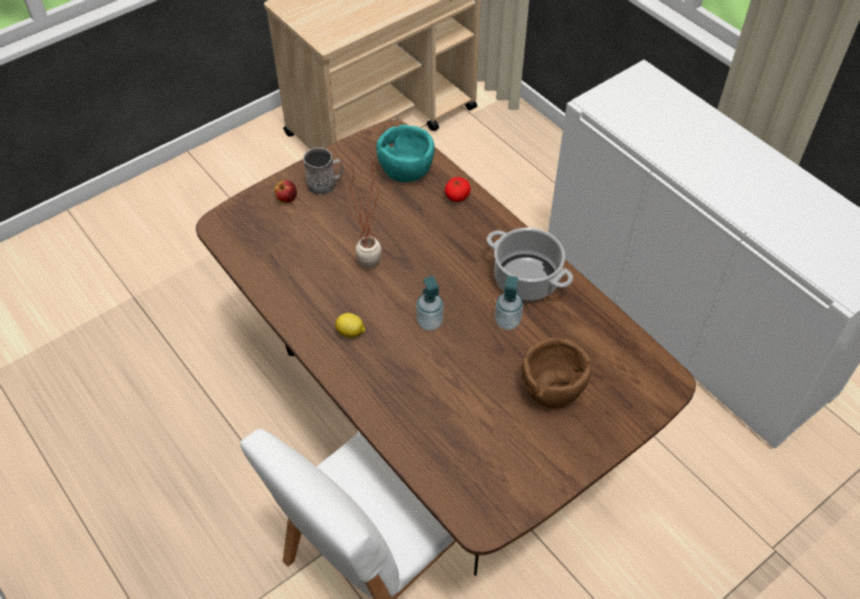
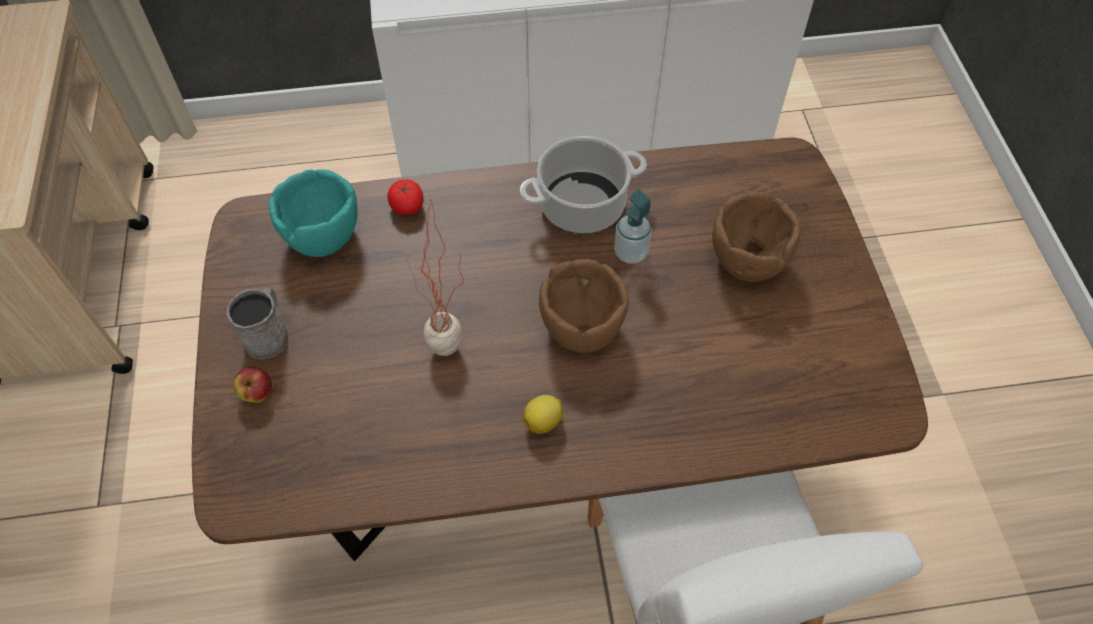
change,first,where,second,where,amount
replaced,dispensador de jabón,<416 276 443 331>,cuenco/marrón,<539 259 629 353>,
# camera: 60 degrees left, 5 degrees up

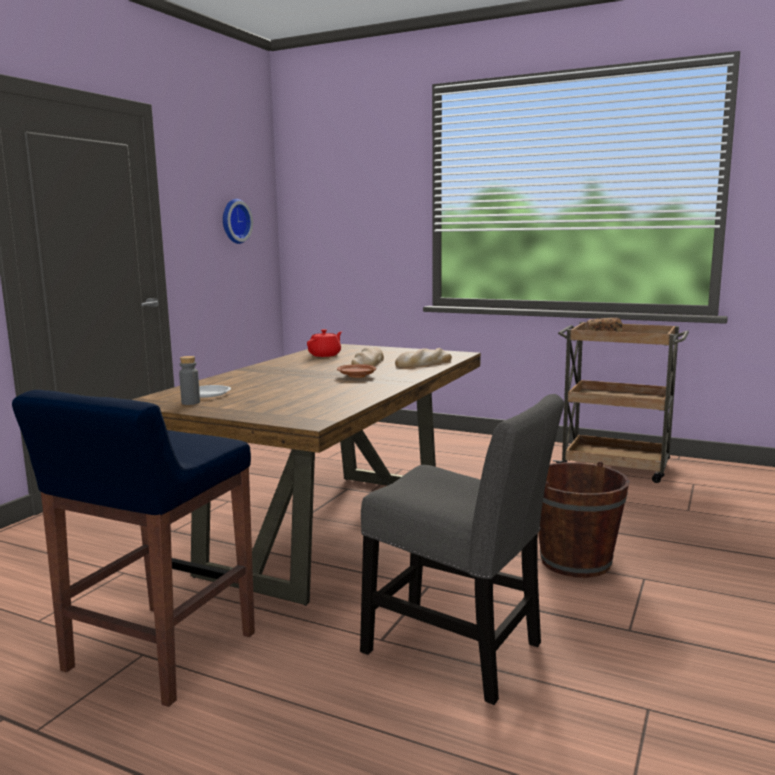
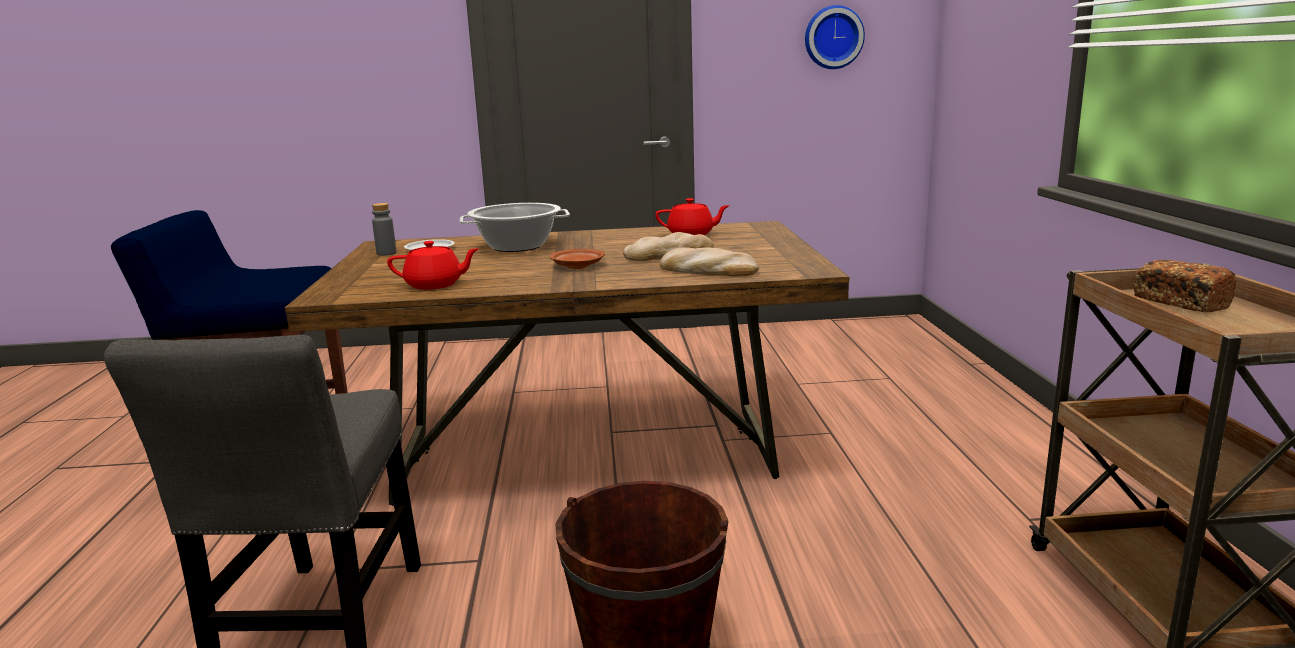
change,first,where,second,where,amount
added,,,tetera/rojo,<387 241 479 290>,
added,,,olla,<460 203 570 252>,
# camera: 60 degrees right, 5 degrees up

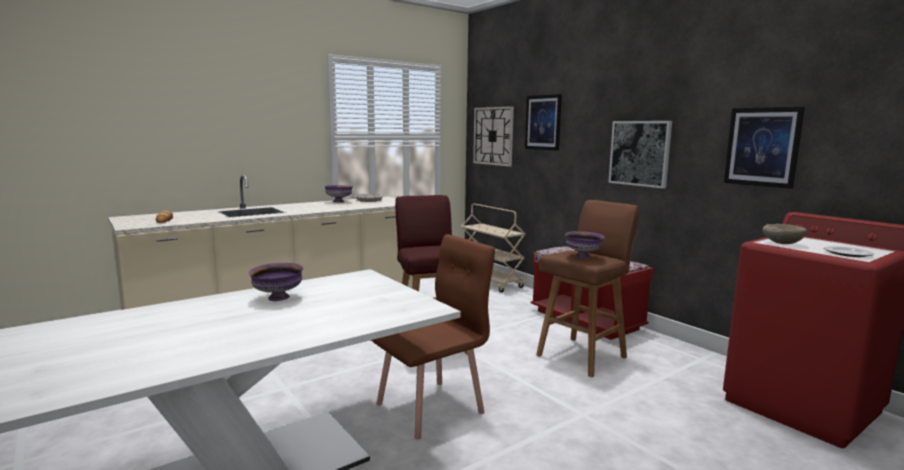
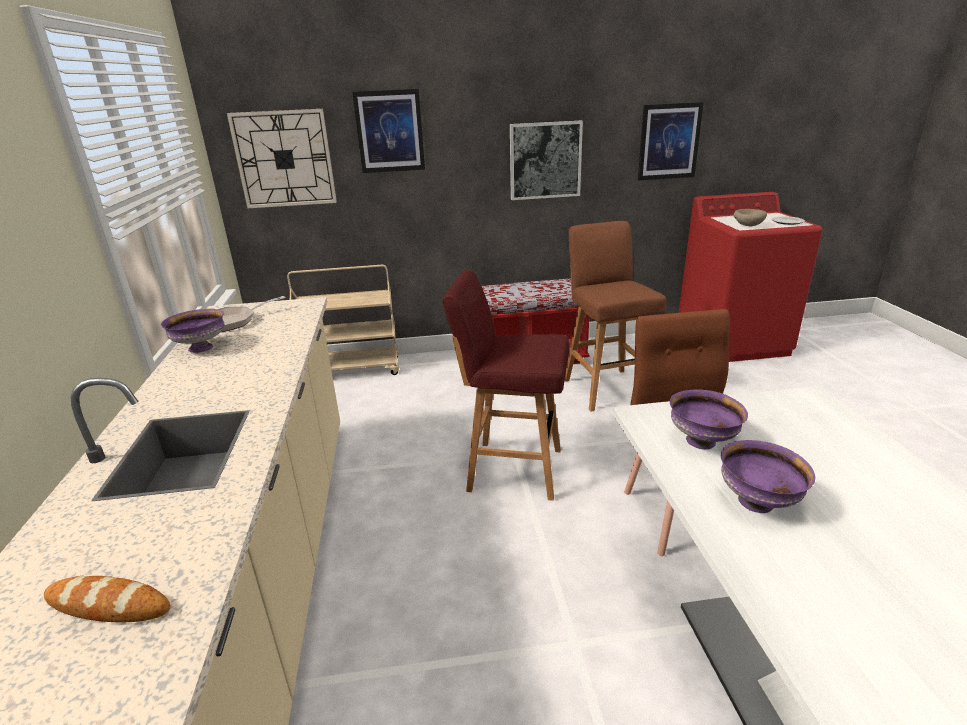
change,first,where,second,where,amount
moved,cuenco/morado,<565 231 604 258>,,<670 389 748 449>,
# camera: 60 degrees left, 15 degrees up

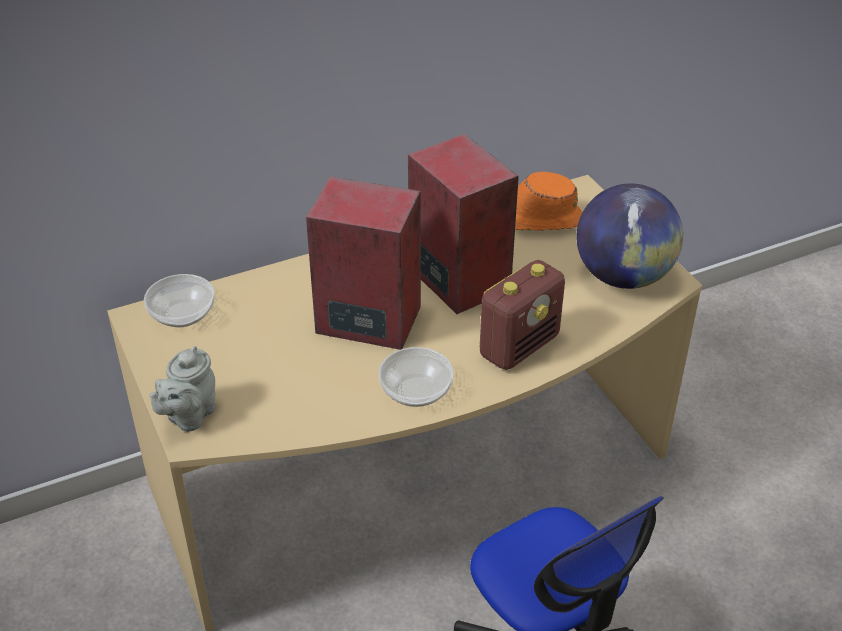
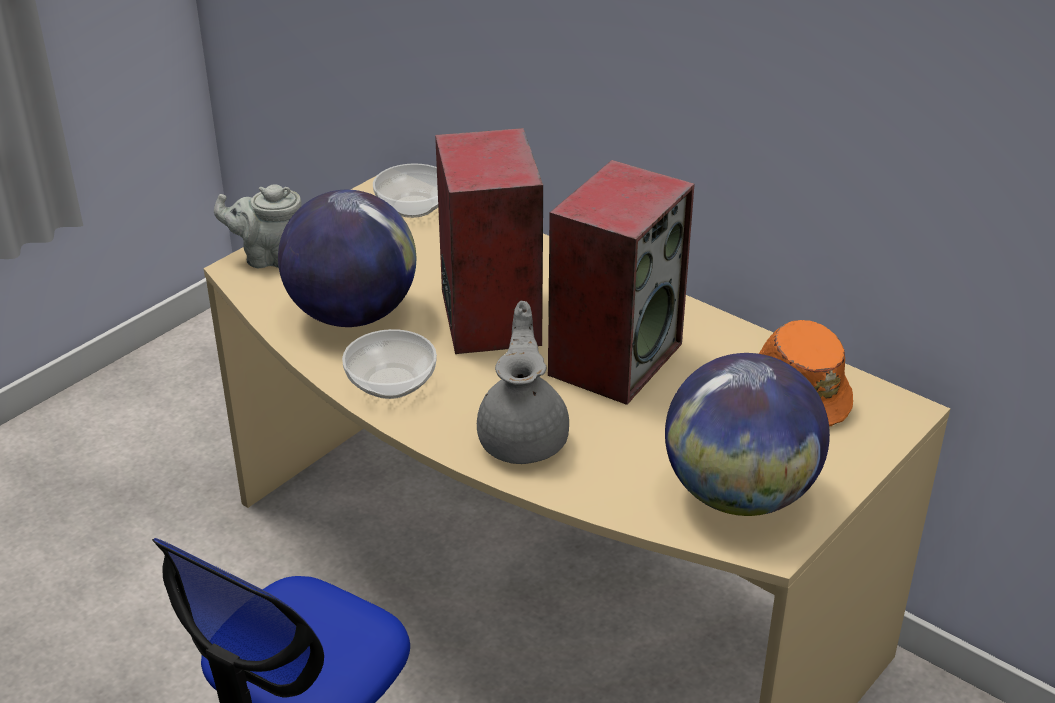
change,first,where,second,where,amount
added,,,globo terráqueo,<278 190 416 327>,
replaced,radio,<480 260 565 370>,tetera/gris,<477 301 569 464>,
# camera: 65 degrees right, 5 degrees down

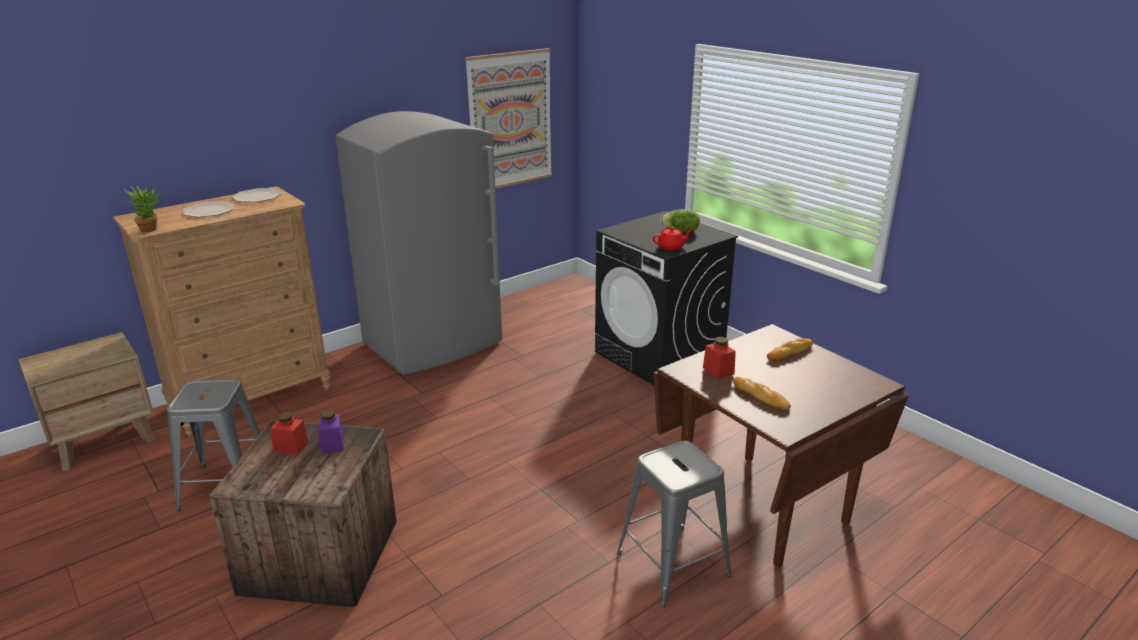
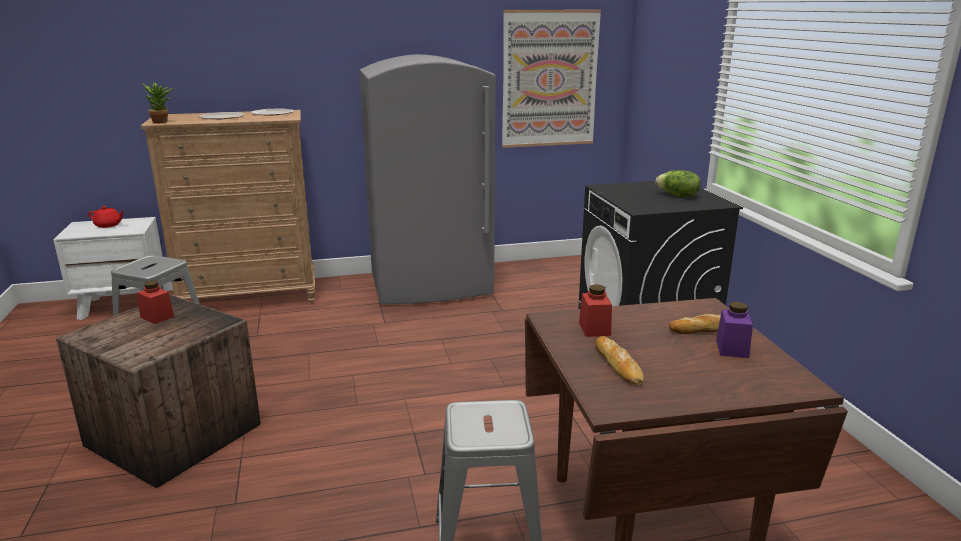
change,first,where,second,where,amount
recoloured,mesita de noche/marrón,<18 332 157 471>,mesita de noche/blanco,<53 217 164 320>,
moved,tetera/rojo,<652 227 693 250>,,<88 206 125 228>,
moved,tarro/morado,<318 410 344 454>,,<716 302 753 358>,
# camera: 25 degrees right, 5 degrees down

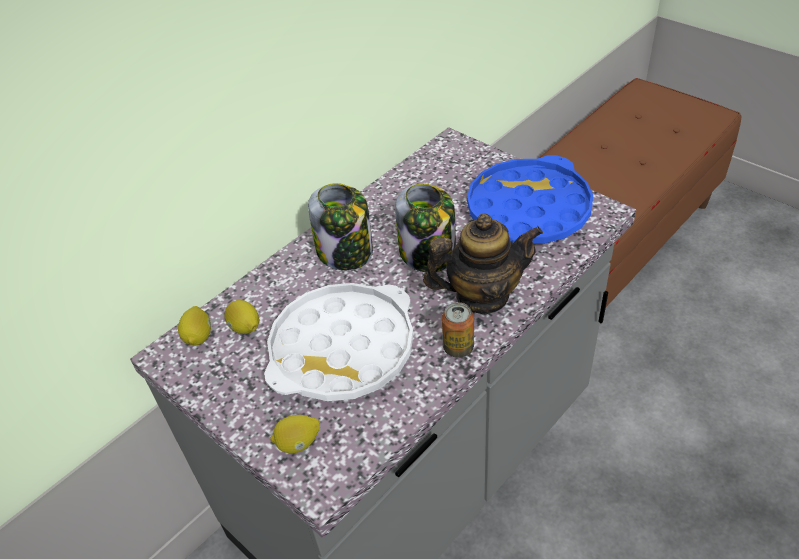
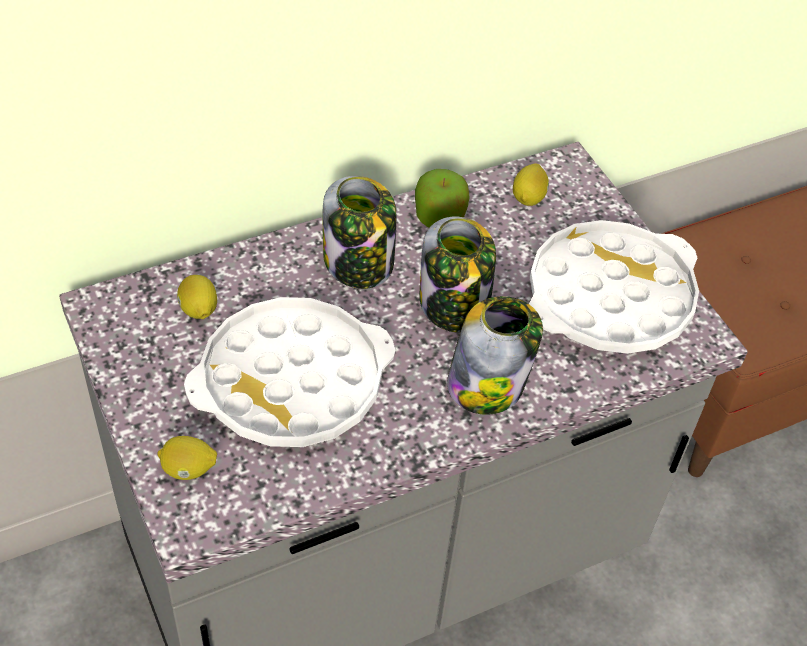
change,first,where,second,where,amount
added,,,manzana,<415 169 470 228>,
replaced,tetera,<423 213 543 314>,tarro,<447 296 543 415>,
moved,limón,<178 306 211 346>,,<513 163 549 206>,
recoloured,bandeja/azul,<467 155 593 244>,bandeja/blanco,<529 220 699 354>,
removed,lata,<442 302 474 358>,,,
# camera: 15 degrees right, 5 degrees up

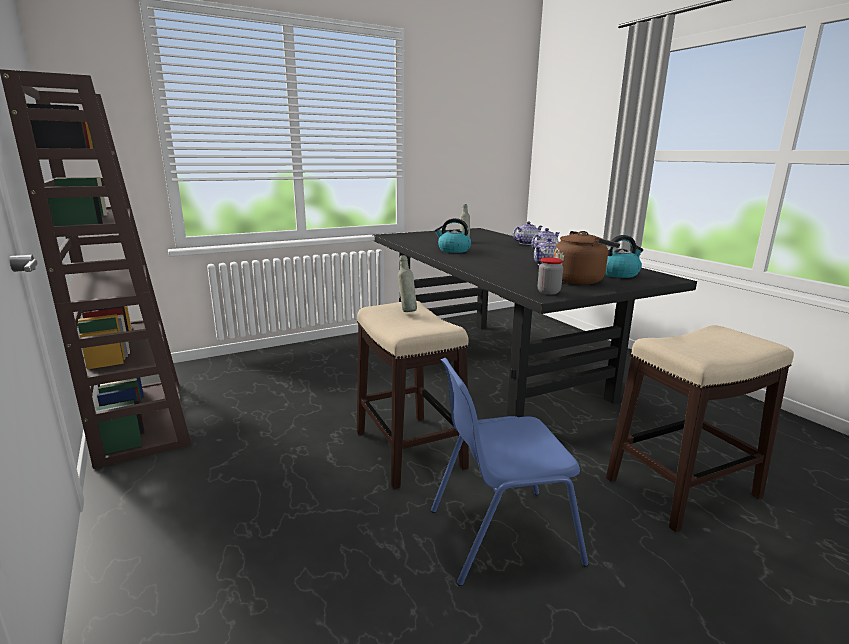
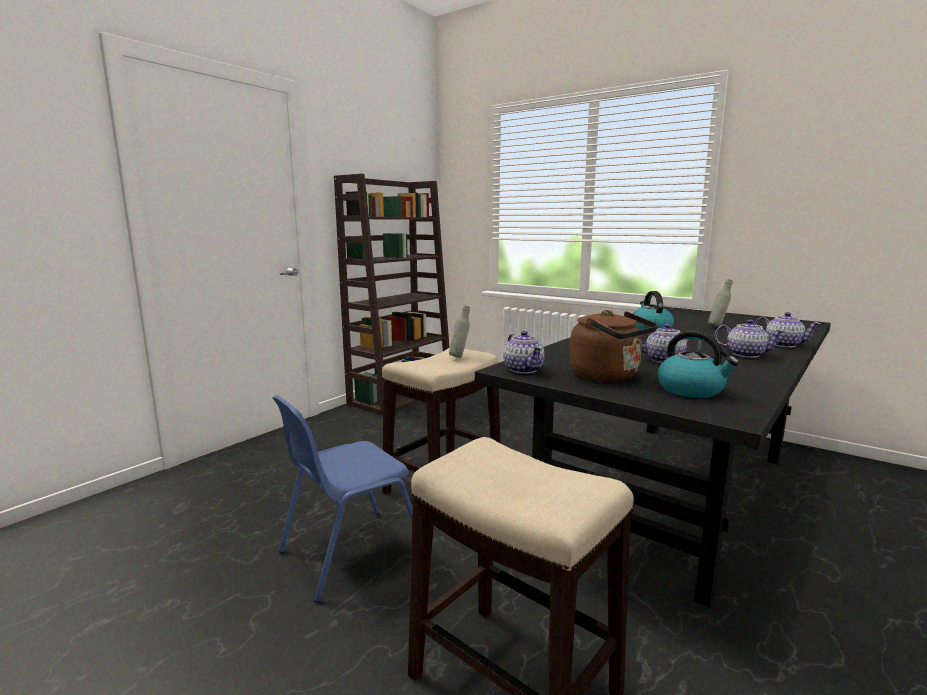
change,first,where,second,where,amount
turned,silla/azul,<431 358 588 586>,,<273 395 412 603>,90 degrees counterclockwise
replaced,tarro,<538 257 563 295>,tetera,<503 331 545 374>,
# camera: 65 degrees right, 5 degrees down

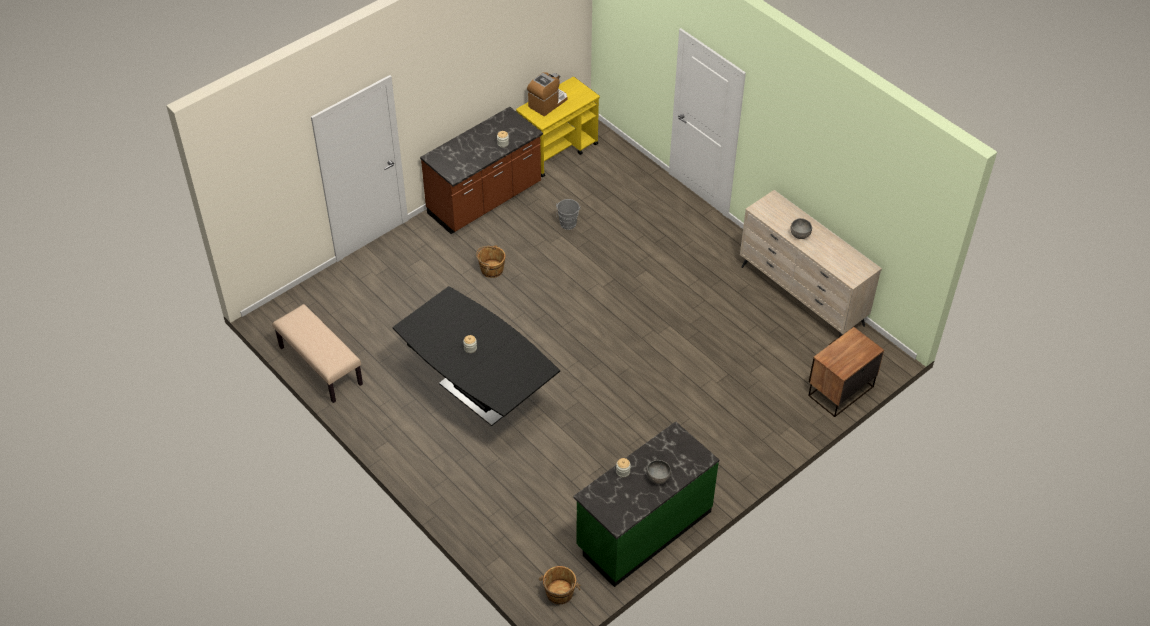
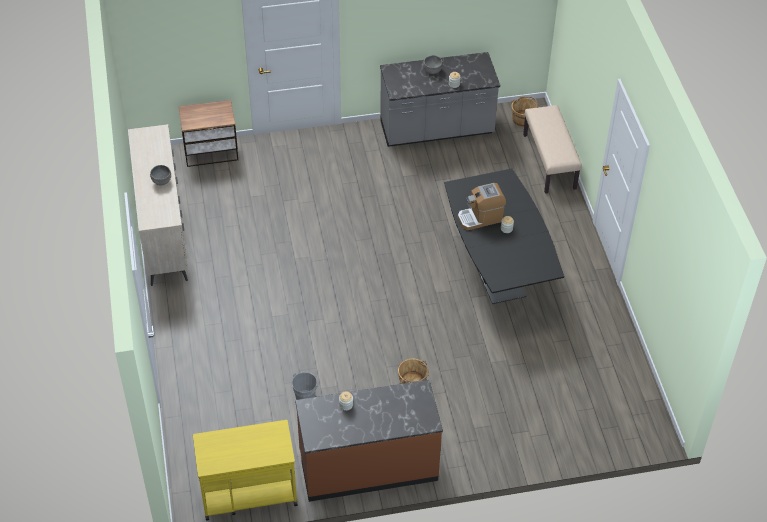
change,first,where,second,where,amount
recoloured,mueble bajo de cocina/verde,<573 421 719 587>,mueble bajo de cocina/gris,<380 52 500 147>,
moved,cafetera,<527 72 567 116>,,<458 183 506 230>,
moved,banco/beis,<272 304 363 403>,,<523 105 582 194>,
# camera: 150 degrees left, 0 degrees up

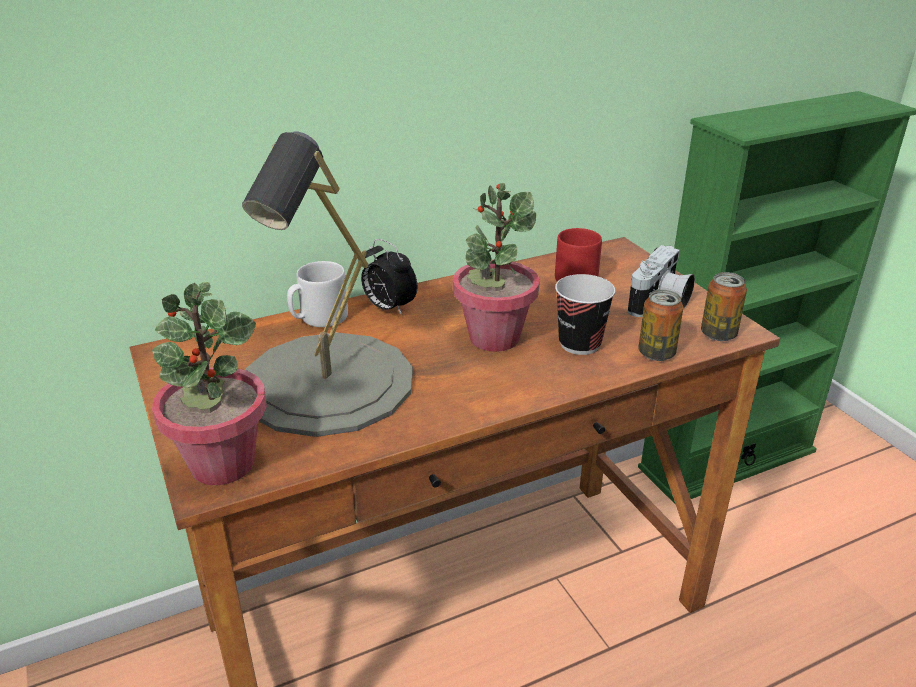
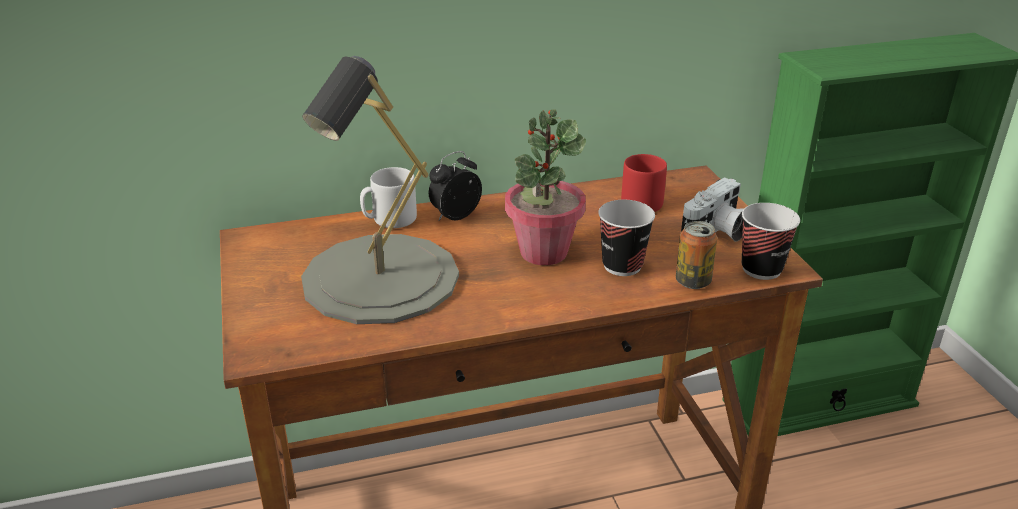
change,first,where,second,where,amount
turned,despertador,<361 239 418 315>,,<429 151 482 221>,90 degrees clockwise
replaced,lata,<701 272 747 341>,taza,<742 203 800 280>,
removed,planta en maceta,<152 282 267 485>,,,
# camera: 10 degrees right, 0 degrees up

